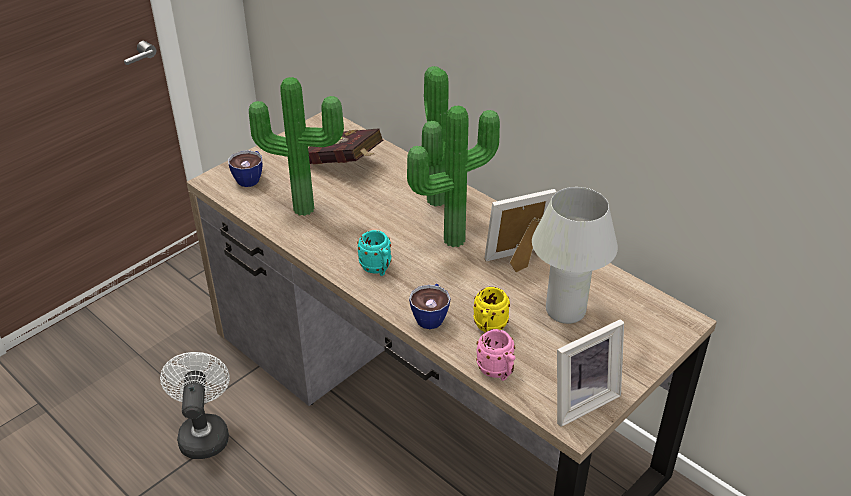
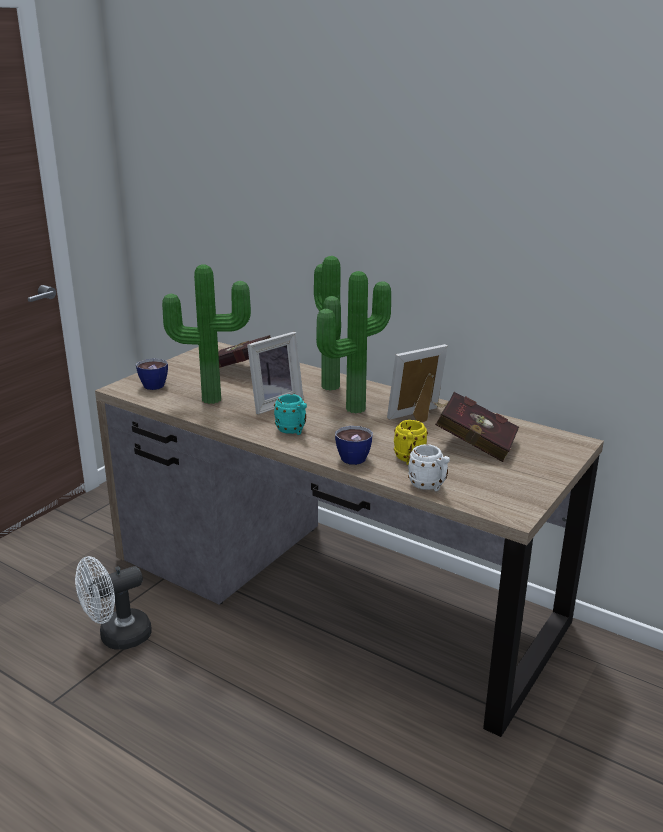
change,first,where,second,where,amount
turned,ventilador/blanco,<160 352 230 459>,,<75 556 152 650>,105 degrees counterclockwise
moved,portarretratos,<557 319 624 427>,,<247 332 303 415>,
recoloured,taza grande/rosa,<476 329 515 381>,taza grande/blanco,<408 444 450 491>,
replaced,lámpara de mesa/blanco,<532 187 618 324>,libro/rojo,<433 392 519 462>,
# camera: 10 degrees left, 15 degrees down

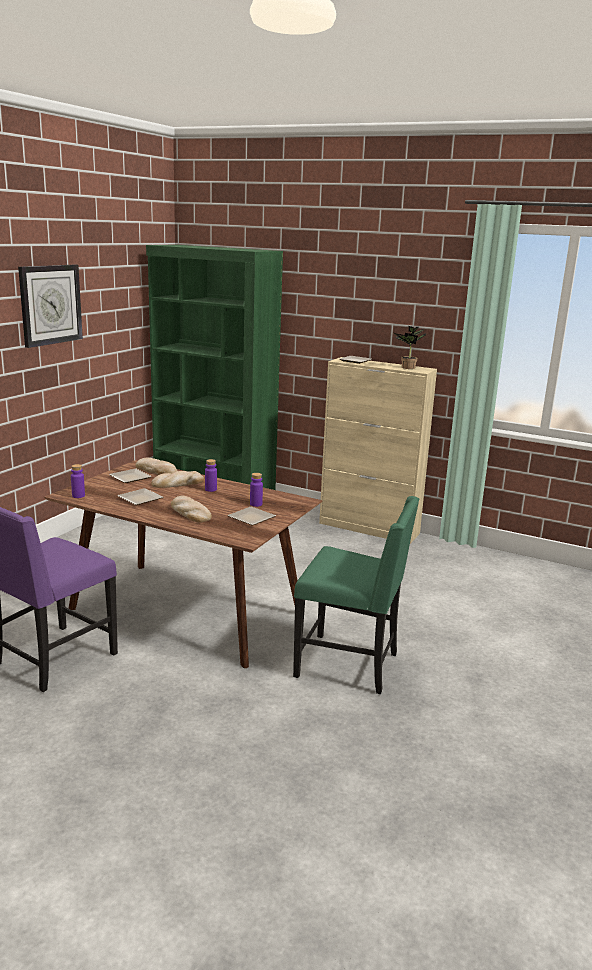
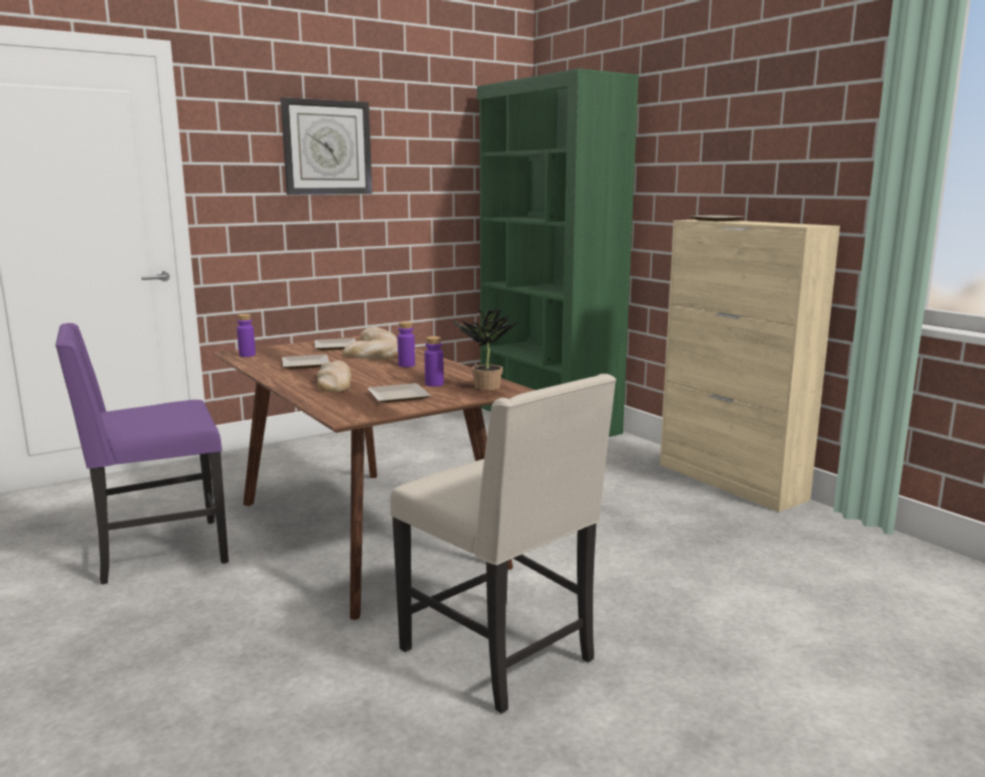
change,first,where,second,where,amount
recoloured,silla/verde,<293 496 420 694>,silla/beis,<390 374 616 714>,
moved,planta en maceta,<394 326 426 369>,,<452 309 518 390>,
# camera: 30 degrees right, 5 degrees down

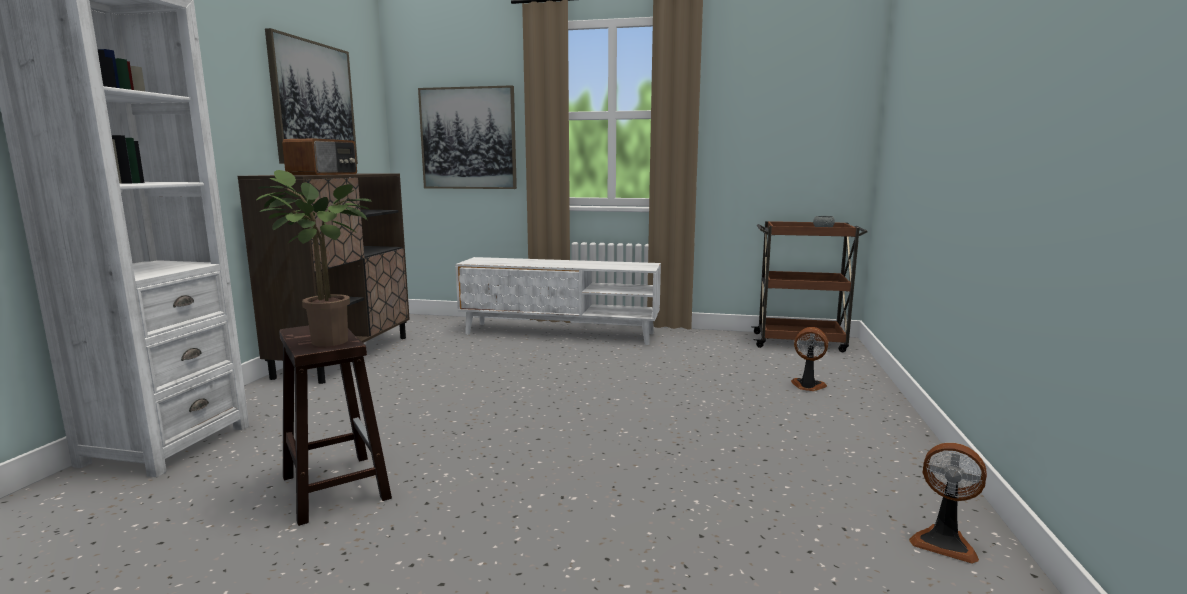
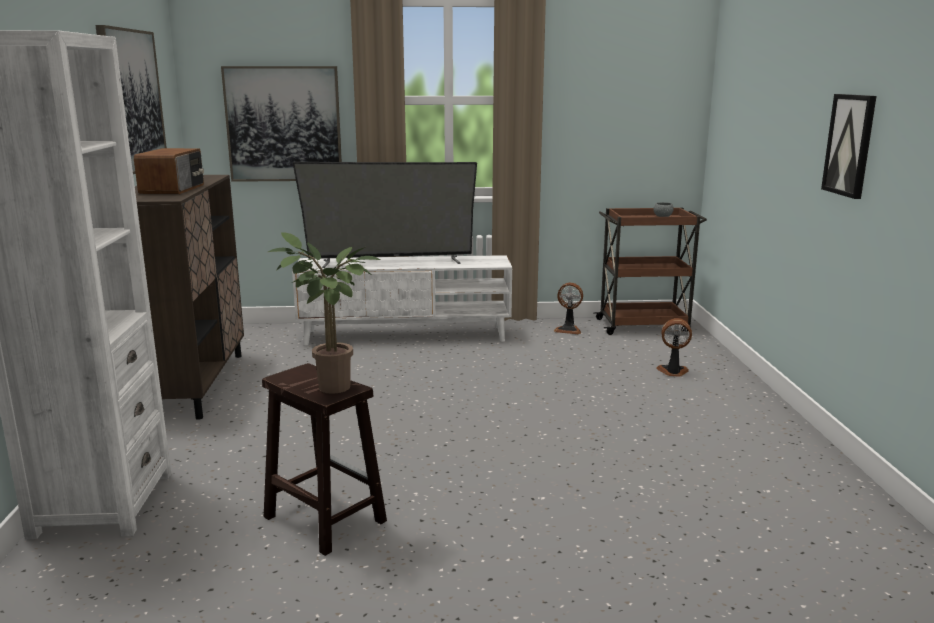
change,first,where,second,where,amount
added,,,televisor,<293 162 477 268>,
moved,ventilador,<909 443 987 564>,,<554 283 583 334>,
added,,,cuadro,<821 94 876 199>,
# camera: 15 degrees left, 5 degrees up

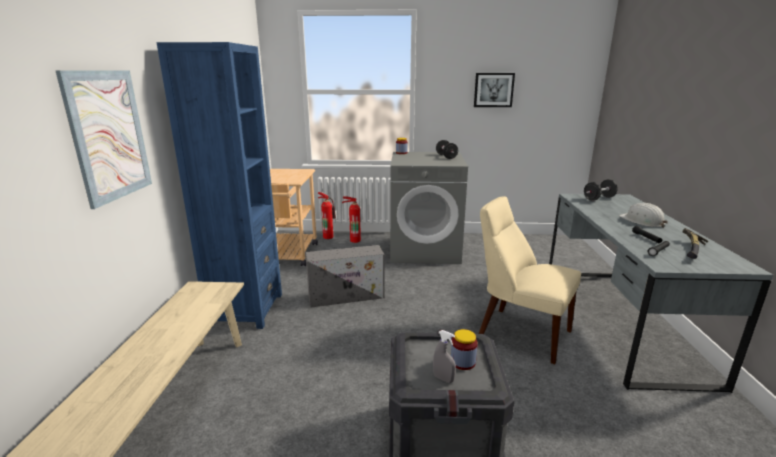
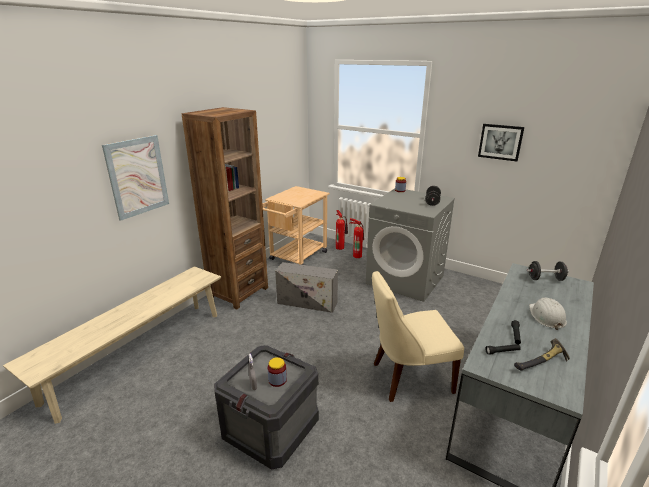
change,first,where,second,where,amount
recoloured,estantería/azul,<157 42 282 329>,estantería/marrón,<182 107 268 310>,
turned,silla/beis,<479 196 581 364>,,<372 271 464 402>,75 degrees counterclockwise
# camera: 30 degrees right, 5 degrees up

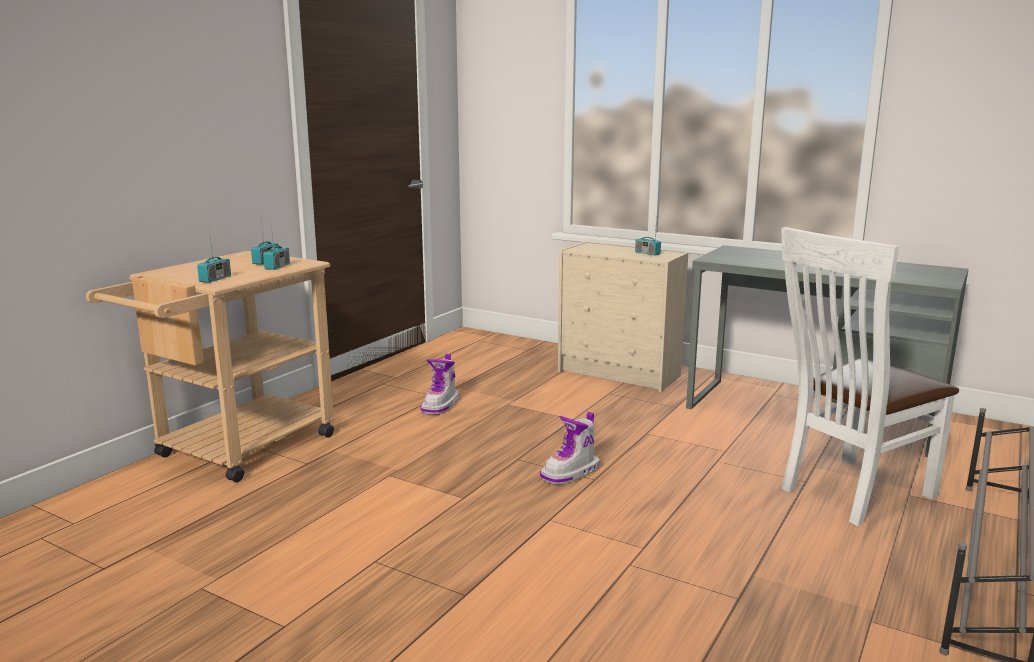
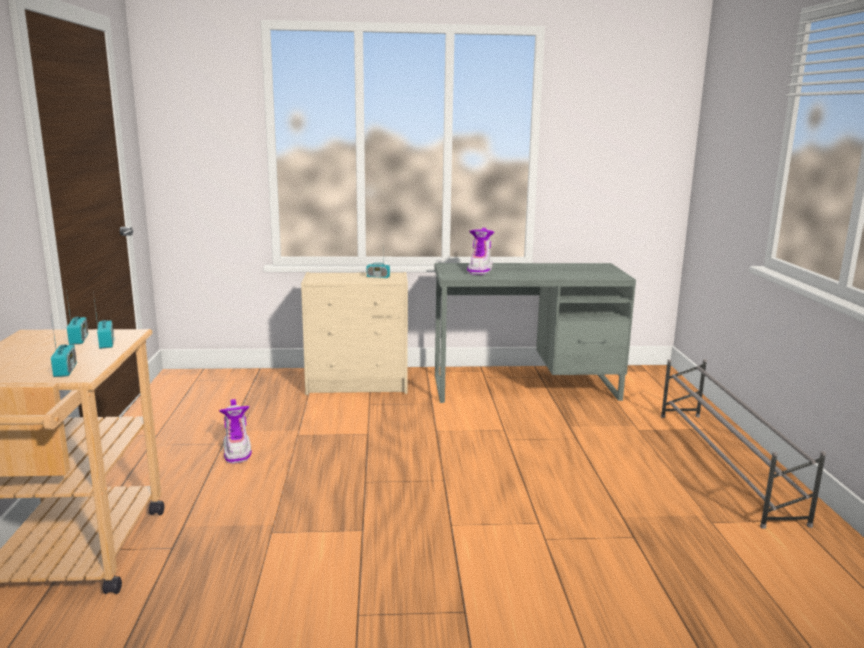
change,first,where,second,where,amount
moved,bota,<540 412 600 485>,,<467 228 495 275>,
removed,silla/blanco,<781 227 959 526>,,,
# camera: 35 degrees left, 0 degrees up

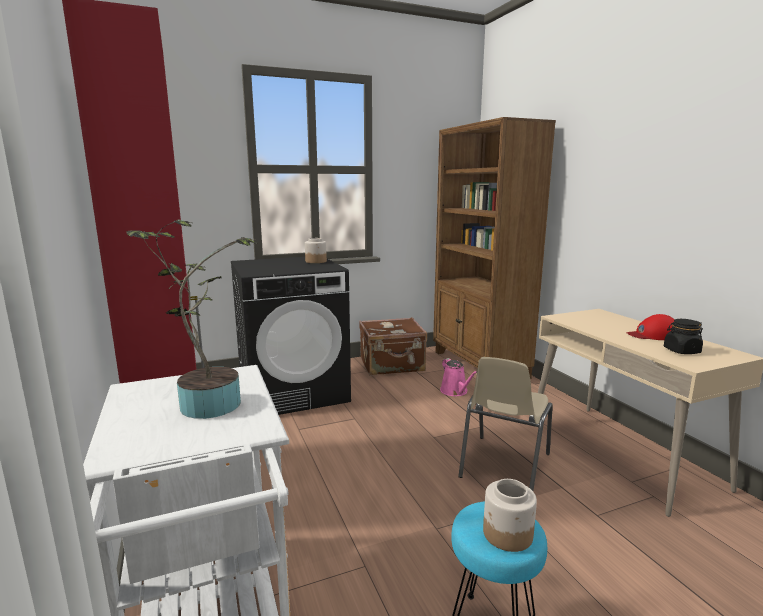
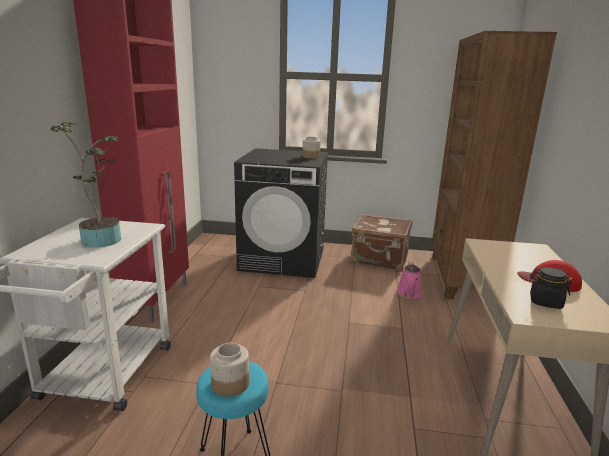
change,first,where,second,where,amount
removed,silla/beis,<458 357 553 491>,,,
# camera: 30 degrees right, 5 degrees up

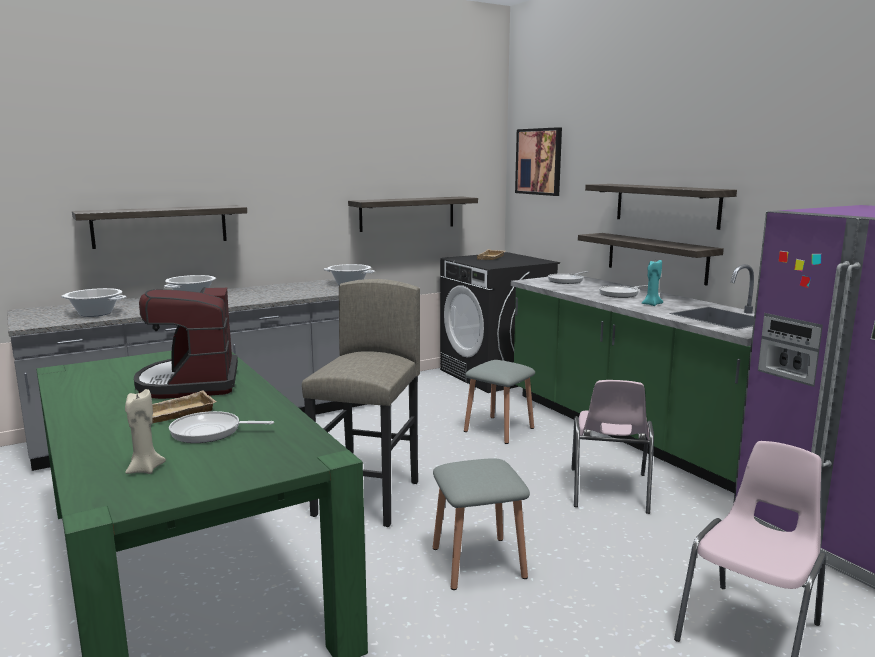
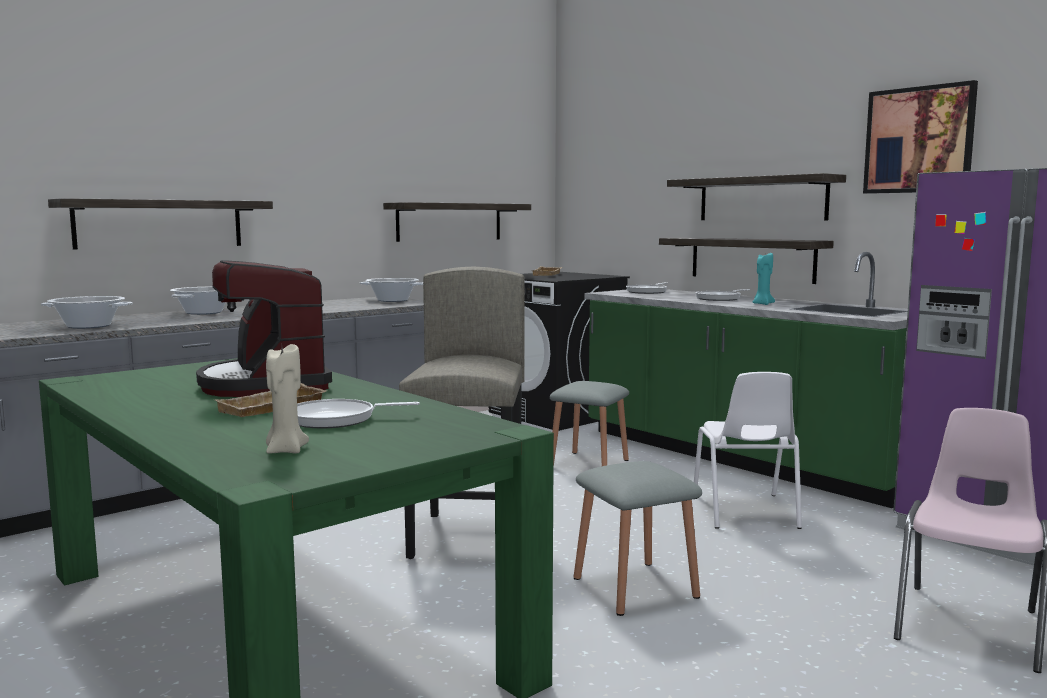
change,first,where,second,where,amount
recoloured,silla/rosa,<571 380 654 514>,silla/blanco,<694 372 802 529>,
moved,cuadro,<515 127 562 196>,,<863 80 978 194>,
# camera: 10 degrees left, 5 degrees down

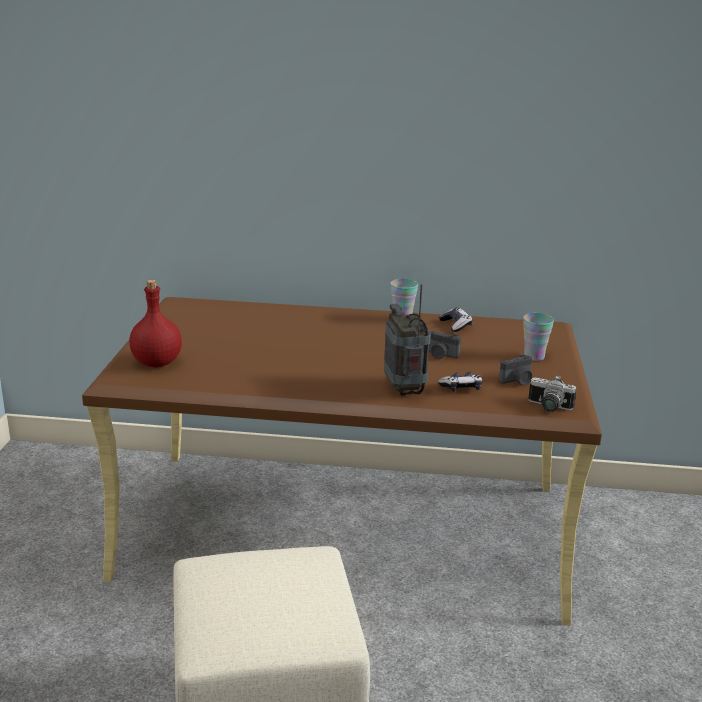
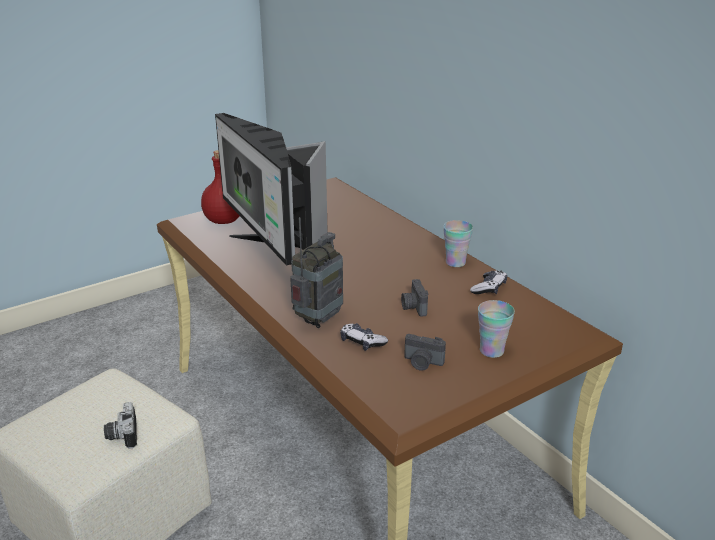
change,first,where,second,where,amount
moved,cámara,<529 376 576 412>,,<104 402 137 449>,
added,,,monitor,<215 113 328 310>,
# camera: 50 degrees right, 5 degrees up

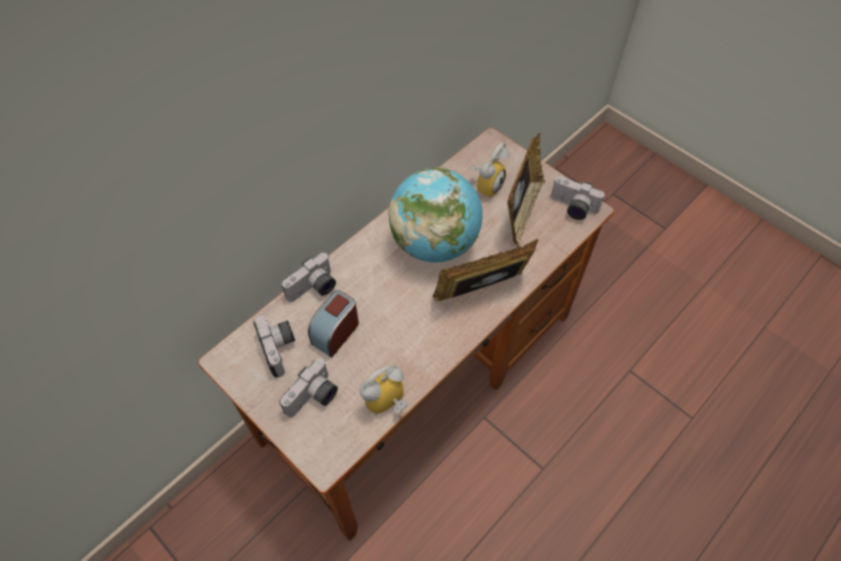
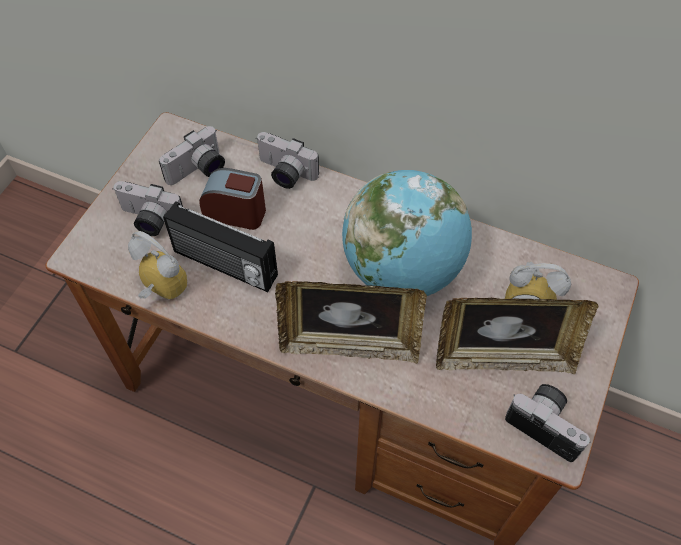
change,first,where,second,where,amount
added,,,radio,<163 201 278 292>,
turned,portarretratos,<433 239 539 302>,,<275 281 427 364>,135 degrees clockwise
turned,cámara,<551 176 605 220>,,<505 384 591 462>,120 degrees clockwise
# camera: 70 degrees right, 0 degrees up

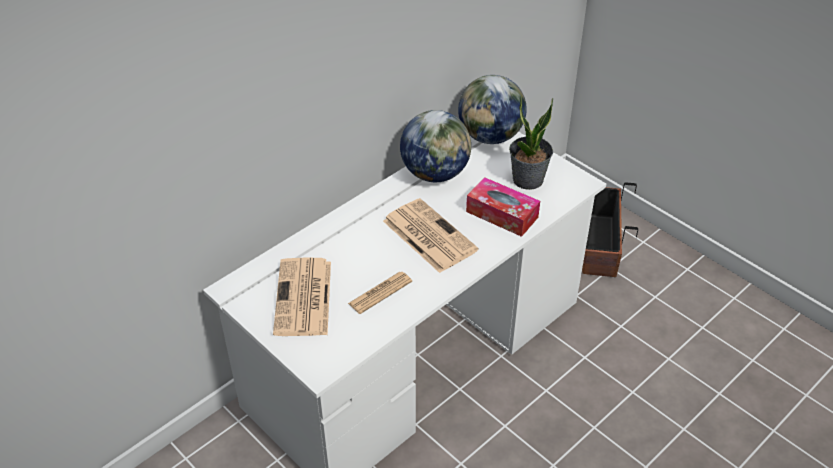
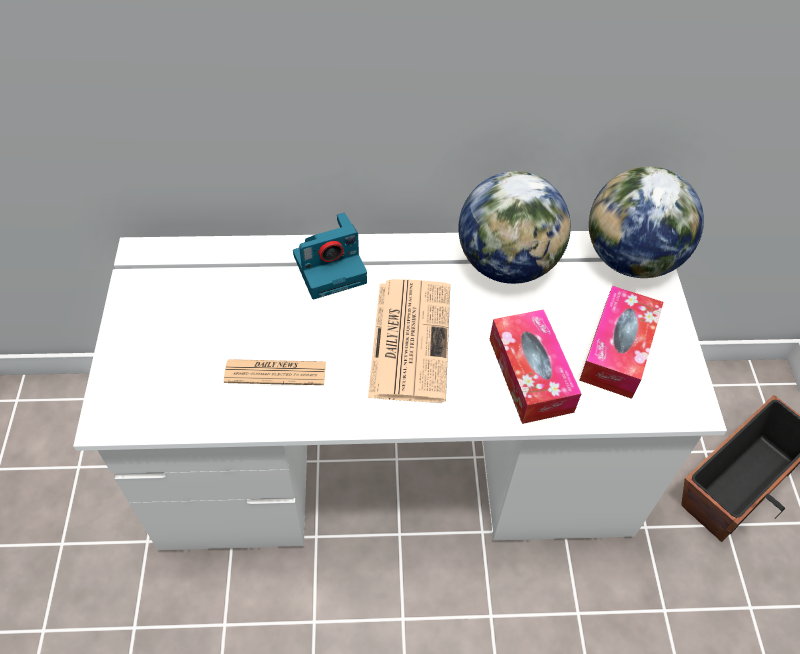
change,first,where,second,where,amount
added,,,cámara,<293 213 367 299>,
replaced,planta en maceta,<509 96 553 190>,caja de pañuelos,<579 286 664 399>,
removed,periódico,<273 257 331 336>,,,
# camera: 40 degrees right, 10 degrees up

